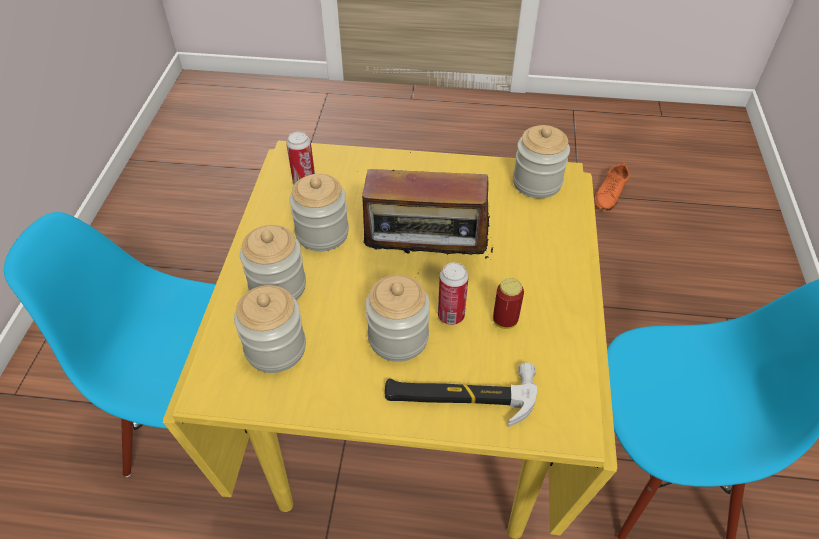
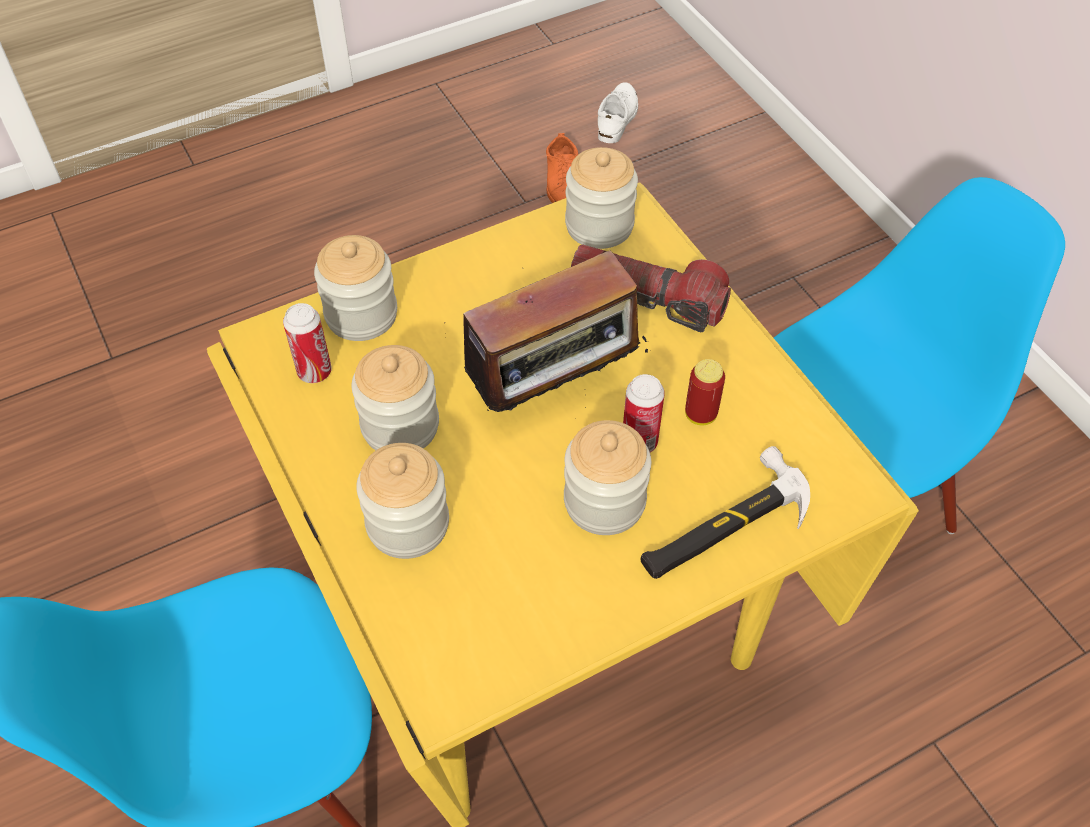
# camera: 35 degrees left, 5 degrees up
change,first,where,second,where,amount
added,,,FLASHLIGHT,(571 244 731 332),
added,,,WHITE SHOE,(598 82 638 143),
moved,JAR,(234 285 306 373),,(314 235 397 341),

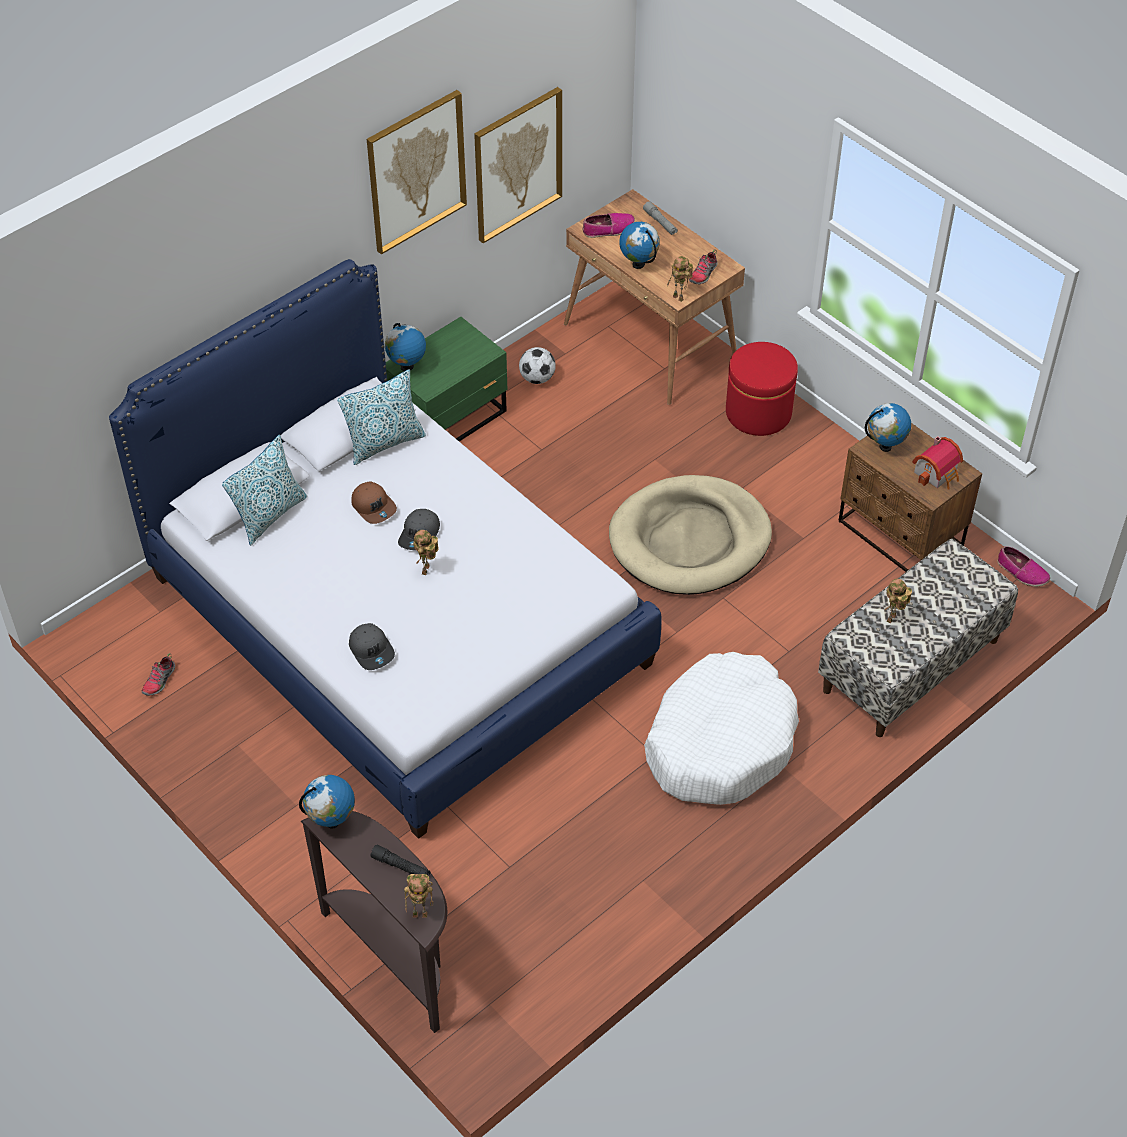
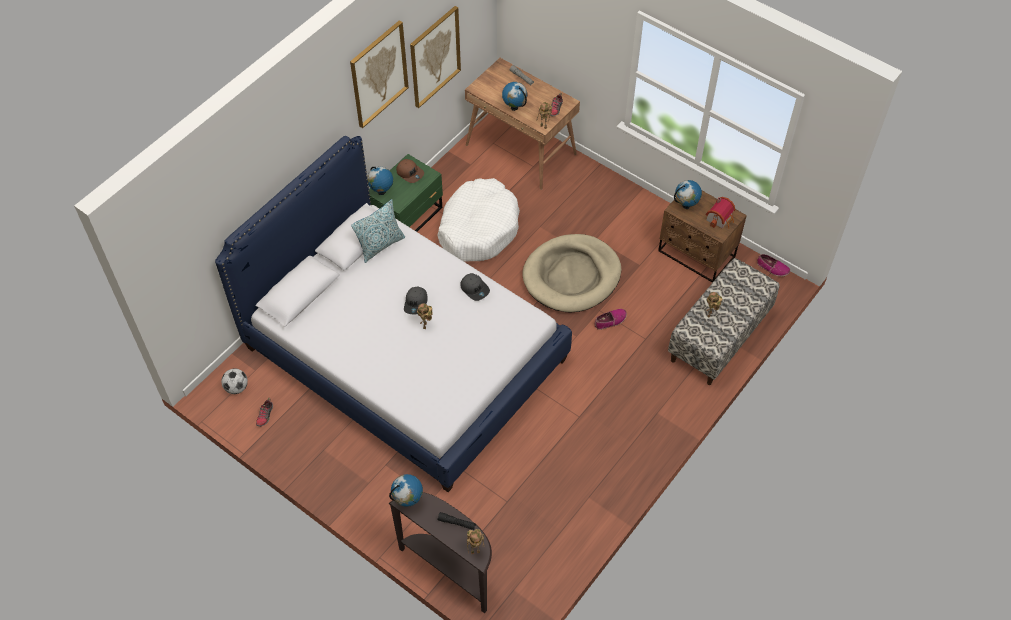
# camera: 10 degrees left, 5 degrees up
change,first,where,second,where,amount
removed,PILLOW,(222 435 307 546),,,
removed,RED OTTOMAN,(726 342 798 436),,,
moved,GREY CAP,(349 623 395 670),,(461 273 490 301),
moved,BROWN CAP,(351 481 397 524),,(396 159 424 183),
moved,FOOTBALL,(519 347 556 384),,(221 369 248 394),
moved,SHOE,(582 213 635 238),,(594 309 627 330),
moved,WHITE DOG BED,(644 652 799 805),,(437 178 520 262),

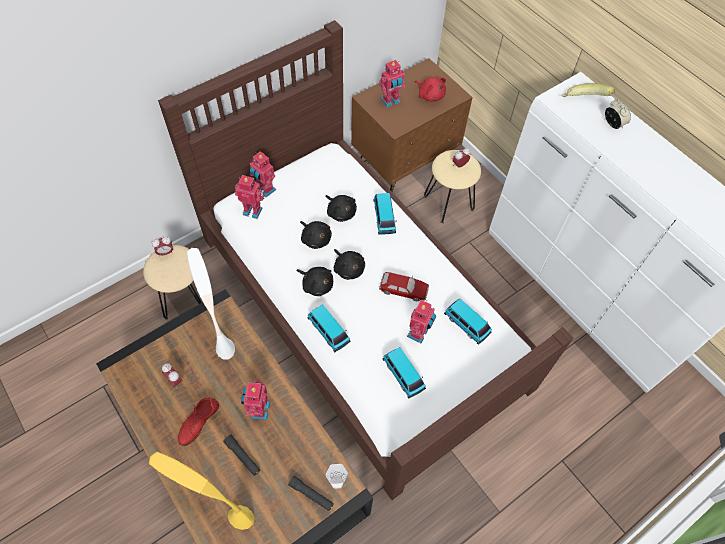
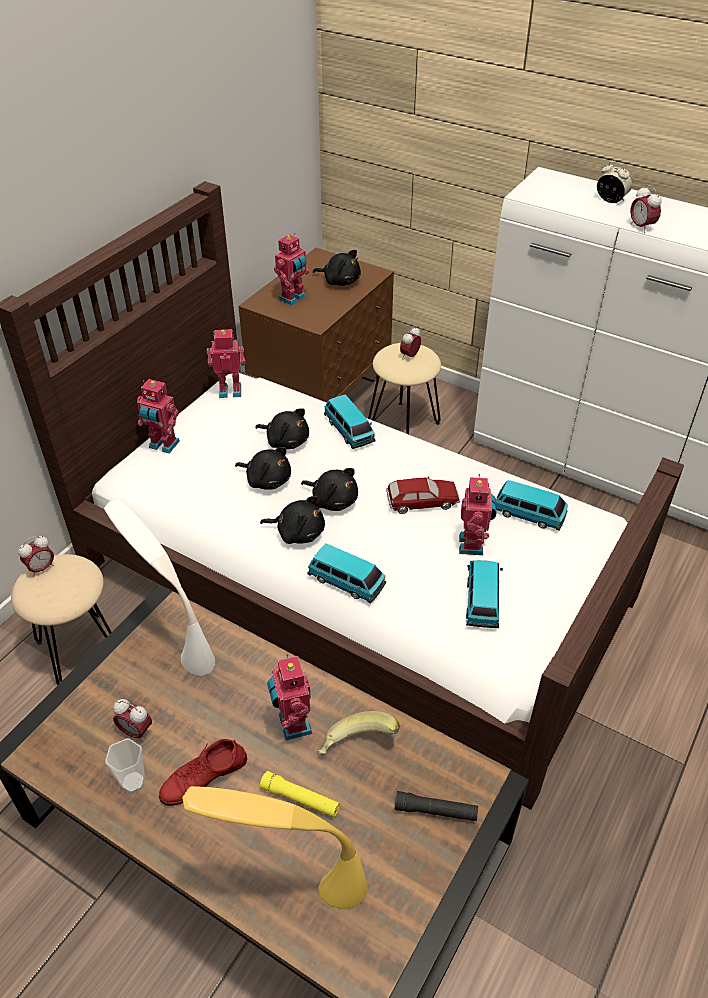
# camera: 20 degrees left, 15 degrees down
change,first,where,second,where,amount
added,,,ALARM CLOCK,(630 185 662 233),
moved,TOY ROBOT,(235 175 265 219),,(207 329 245 398),
moved,CUP,(326 464 348 489),,(105 738 145 793),
moved,BANANA,(562 83 615 97),,(318 711 400 754),
recoloured,BLACK FLASHLIGHT,(223 435 260 476),YELLOW FLASHLIGHT,(260 771 340 817),
recoloured,RED PLUSH TOY,(415 77 446 102),BLACK PLUSH TOY,(313 250 361 286),
turned,RED SHOE,(178 398 219 446),,(159 739 247 806),45 degrees clockwise
turned,TOY CAR,(382 347 426 399),,(466 560 503 628),120 degrees counterclockwise

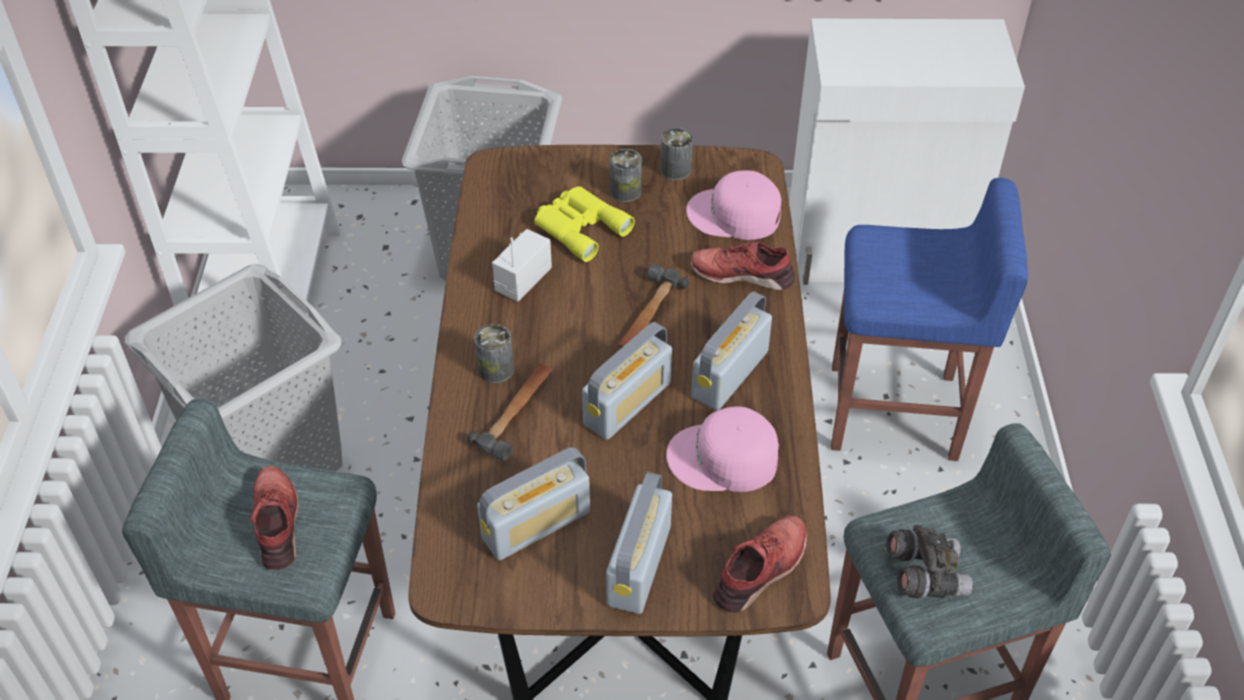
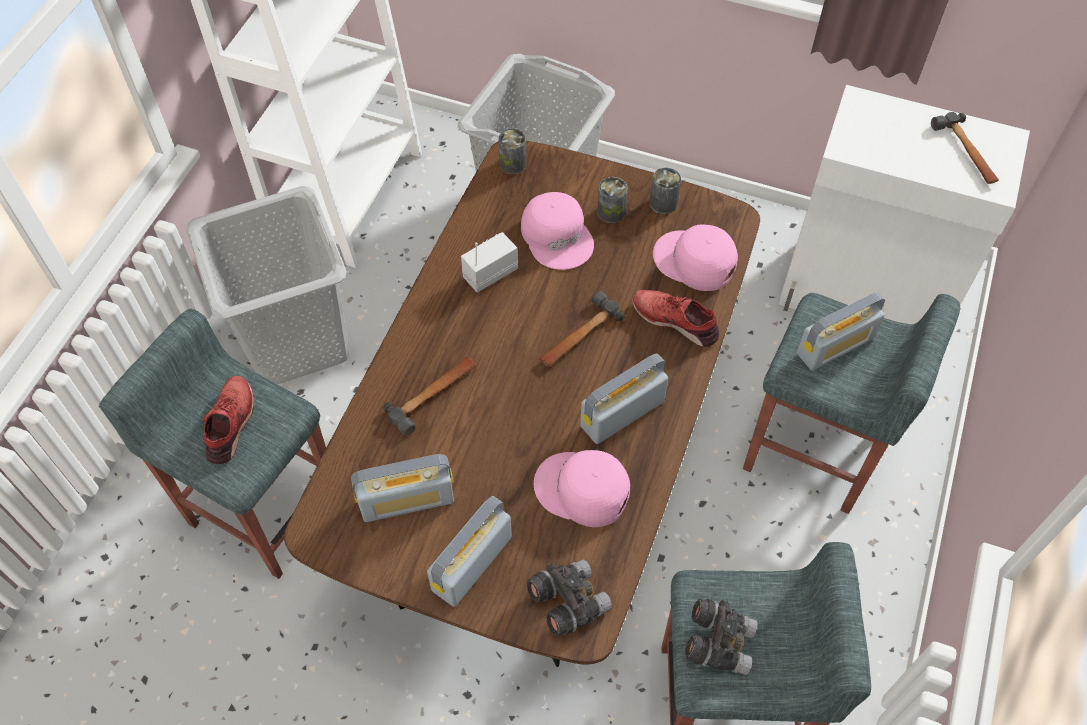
# camera: 20 degrees right, 10 degrees up
change,first,where,second,where,amount
added,,,HAMMER,(931 112 999 184),
moved,CAN,(474 324 514 383),,(498 128 527 174),
moved,RADIO,(582 322 672 440),,(797 292 885 370),
replaced,YELLOW BINOCULARS,(535 186 635 262),PINK CAP,(521 192 594 270),
replaced,RED SHOE,(713 515 807 614),GREY BINOCULARS,(527 559 612 636),
recoloured,BLUE STOOL,(831 178 1028 461),GREY STOOL,(743 293 960 514),

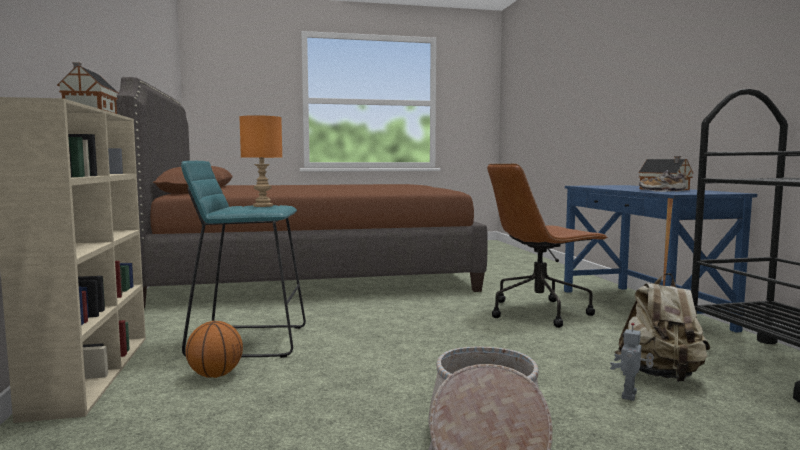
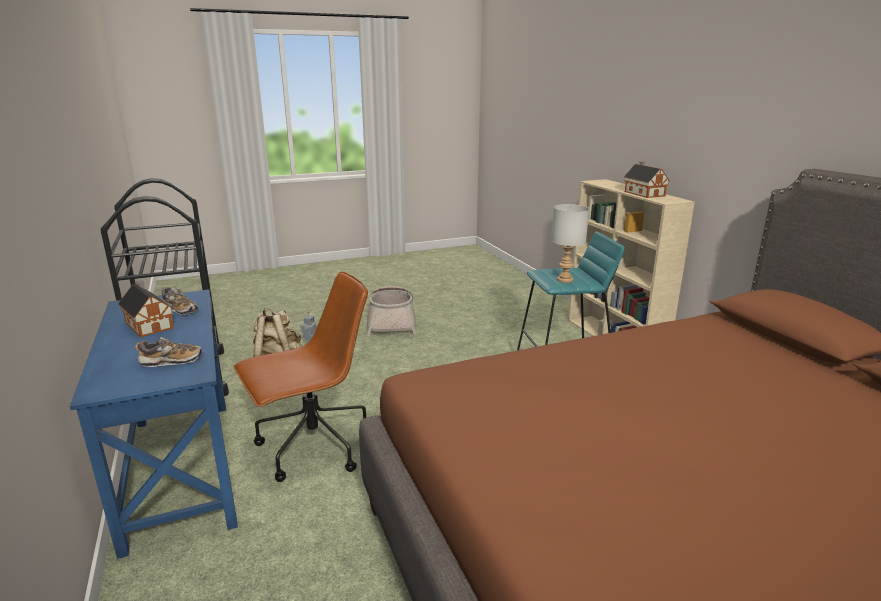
# camera: 170 degrees right, 15 degrees up
change,first,where,second,where,amount
removed,BASKETBALL,(185 321 243 378),,,
added,,,SHOE,(135 337 202 367),
recoloured,ORANGE TABLE LAMP,(240 115 282 207),GREY TABLE LAMP,(551 204 589 283),

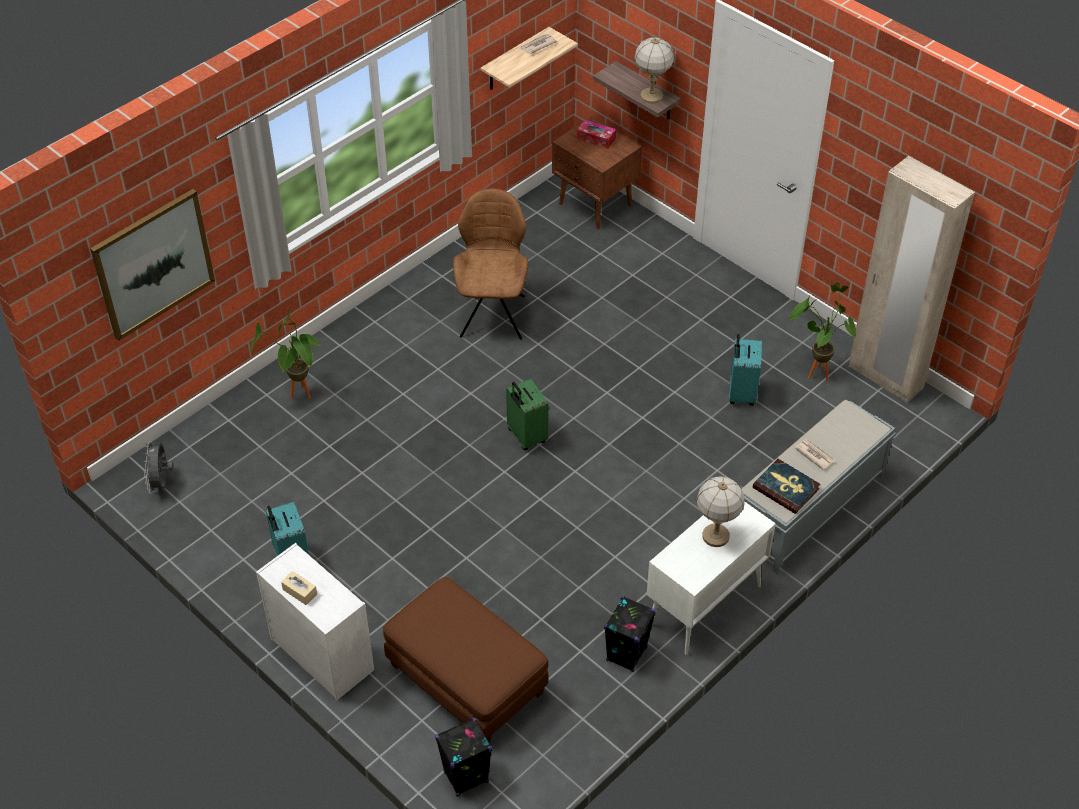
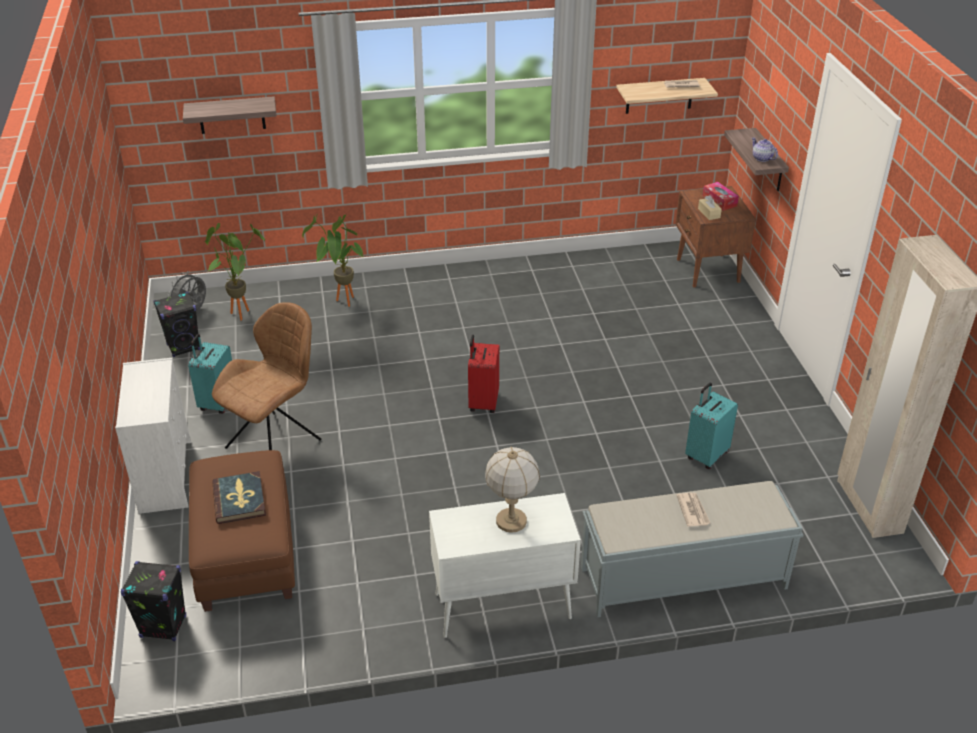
# camera: 35 degrees right, 10 degrees down
change,first,where,second,where,amount
moved,BEIGE TISSUE BOX,(281 571 317 605),,(698 195 722 220),
moved,BROWN CHAIR,(453 188 528 340),,(212 302 322 450),
moved,BLACK SPEAKER,(604 596 656 672),,(153 292 200 357),
moved,BOOK,(753 459 820 514),,(212 471 266 524),
moved,POTTED PLANT,(789 282 856 381),,(205 223 265 320),
replaced,PICTURE,(90 189 215 341),SHELF,(183 96 277 134),
replaced,TABLE LAMP,(635 37 674 104),TEAPOT,(752 138 778 162),
recoloured,GREEN SUITCASE,(506 379 549 450),RED SUITCASE,(468 335 499 413),

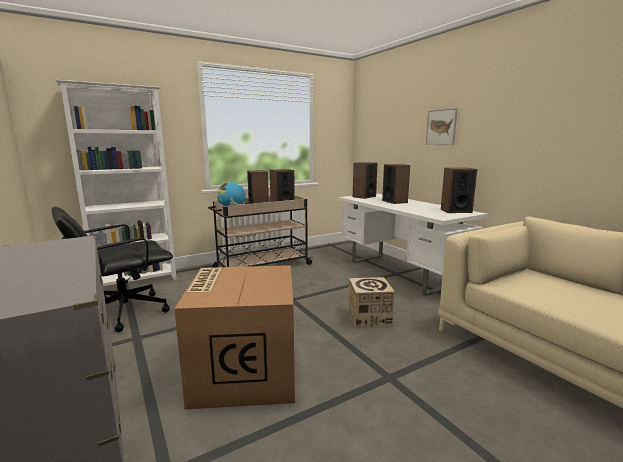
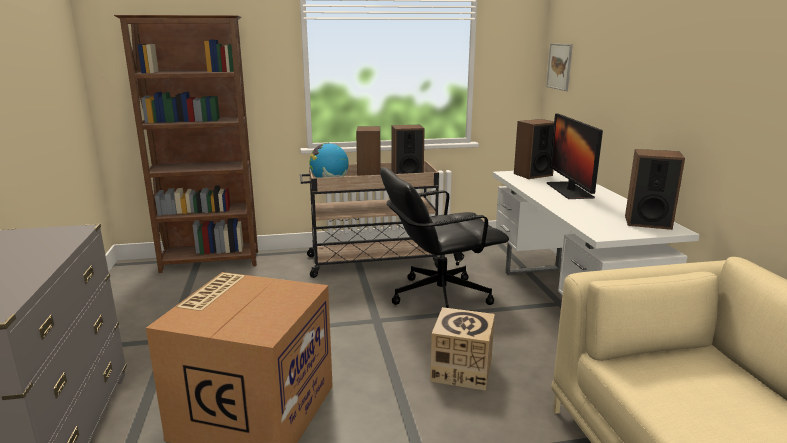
# camera: 20 degrees right, 5 degrees up
change,first,where,second,where,amount
moved,BLACK OFFICE CHAIR,(52 207 173 332),,(380 167 509 308),
moved,PICTURE,(426 108 458 145),,(546 43 573 91),
replaced,SPEAKER,(382 164 410 204),MONITOR,(547 114 603 199),
recoloured,WHITE BOOKCASE,(56 80 177 286),BROWN BOOKCASE,(114 15 258 273),

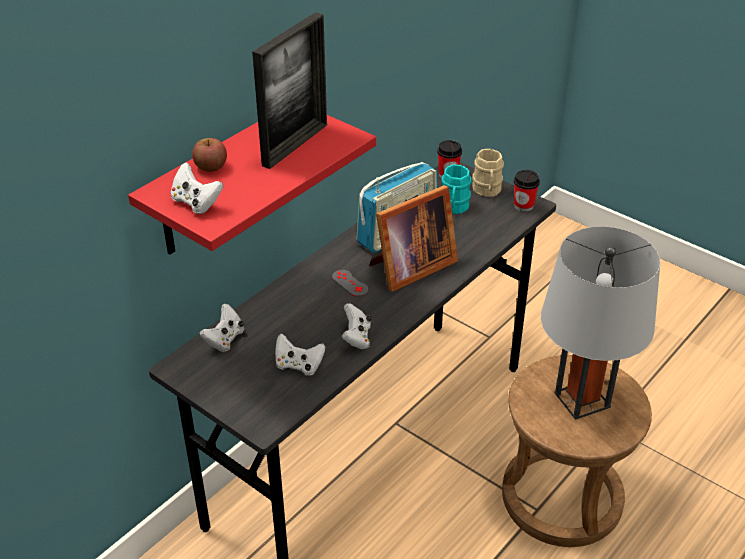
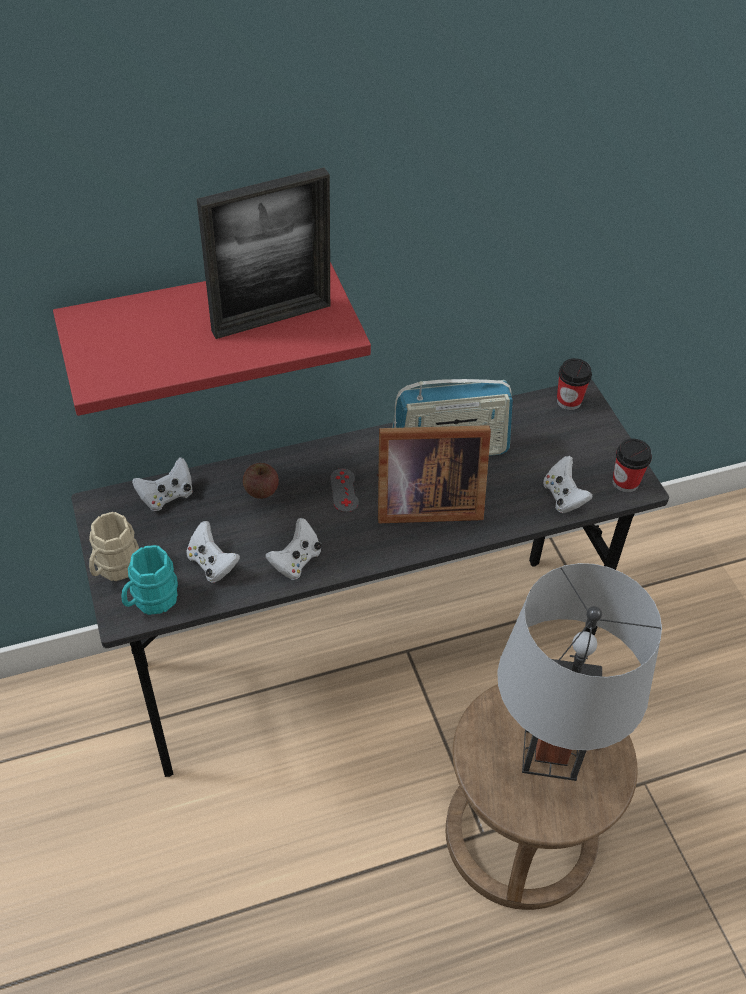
# camera: 30 degrees right, 10 degrees up
change,first,where,second,where,amount
moved,WHITE GAME CONTROLLER,(171 162 223 214),,(543 456 593 513),
moved,APPLE,(192 138 227 172),,(243 463 279 499),
moved,TURQUOISE MUG,(442 164 472 214),,(121 545 178 615),
moved,BEIGE MUG,(472 149 504 197),,(89 512 139 581),

